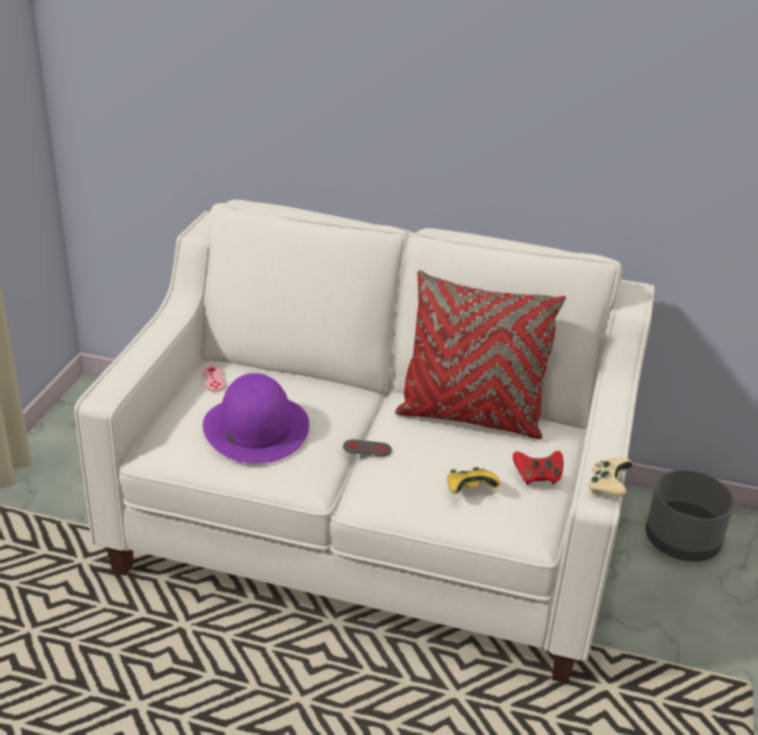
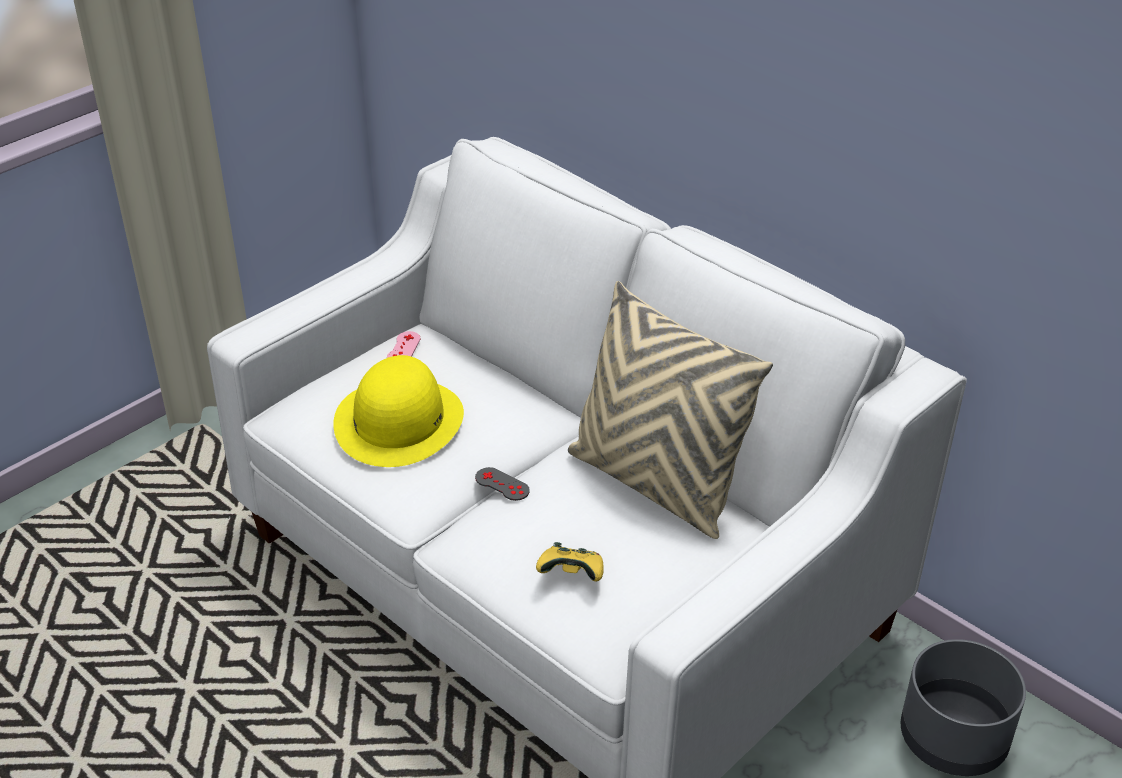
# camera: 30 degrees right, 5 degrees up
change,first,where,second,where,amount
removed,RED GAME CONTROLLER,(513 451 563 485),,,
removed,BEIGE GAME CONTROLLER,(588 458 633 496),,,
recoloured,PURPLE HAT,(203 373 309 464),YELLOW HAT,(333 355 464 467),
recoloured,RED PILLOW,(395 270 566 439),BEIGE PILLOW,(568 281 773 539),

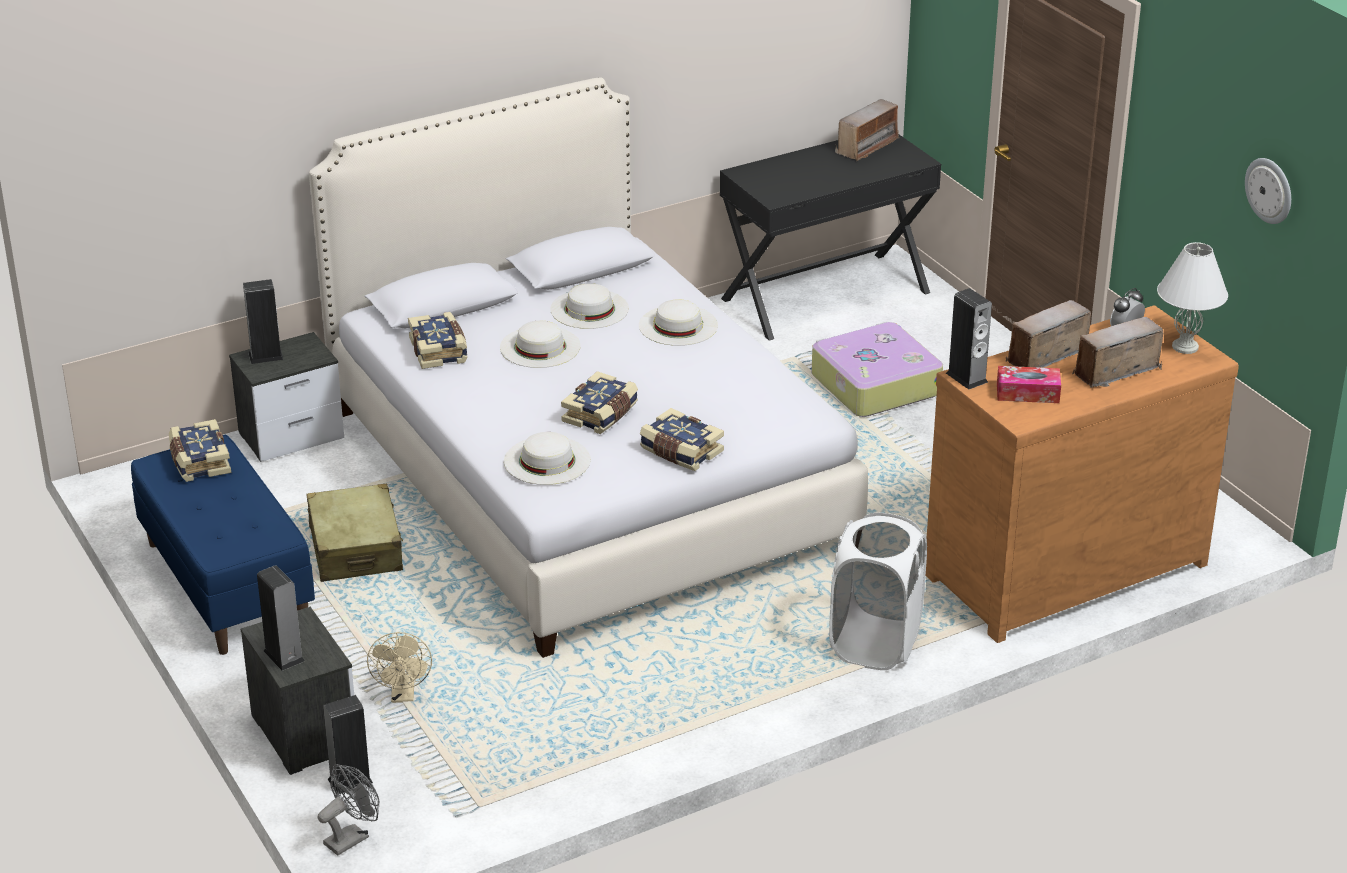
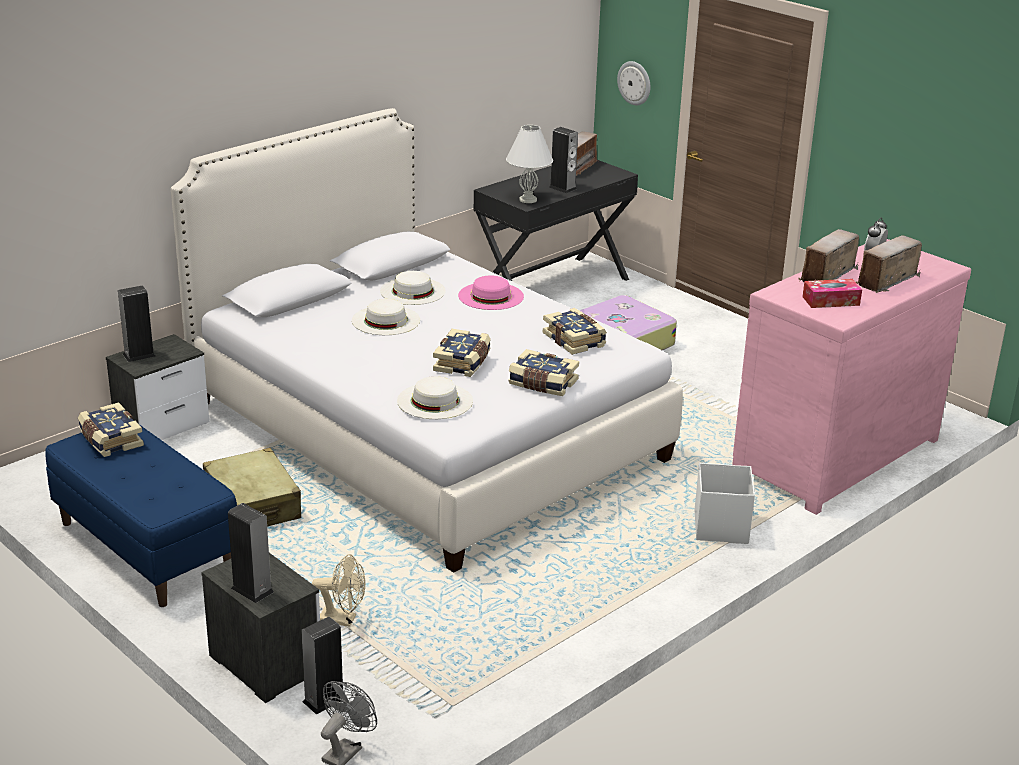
# camera: 15 degrees left, 5 degrees down
change,first,where,second,where,amount
moved,BOOK,(408 312 468 369),,(543 308 607 355),
moved,SPEAKER,(946 288 992 389),,(549 127 578 193),
moved,WHITE TABLE LAMP,(1157 242 1228 354),,(506 125 553 203),
moved,WALL CLOCK,(1245 158 1291 224),,(617 61 650 105),
replaced,WHITE LAUNDRY BASKET,(829 513 927 670),WHITE STORAGE BOX,(695 463 755 544),
recoloured,WHITE HAT,(639 299 718 346),PINK HAT,(458 276 524 310),
recoloured,BROWN DRESSER,(926 305 1239 643),PINK DRESSER,(732 239 971 515),
turned,BEIGE FAN,(367 632 432 703),,(312 554 365 626),60 degrees counterclockwise

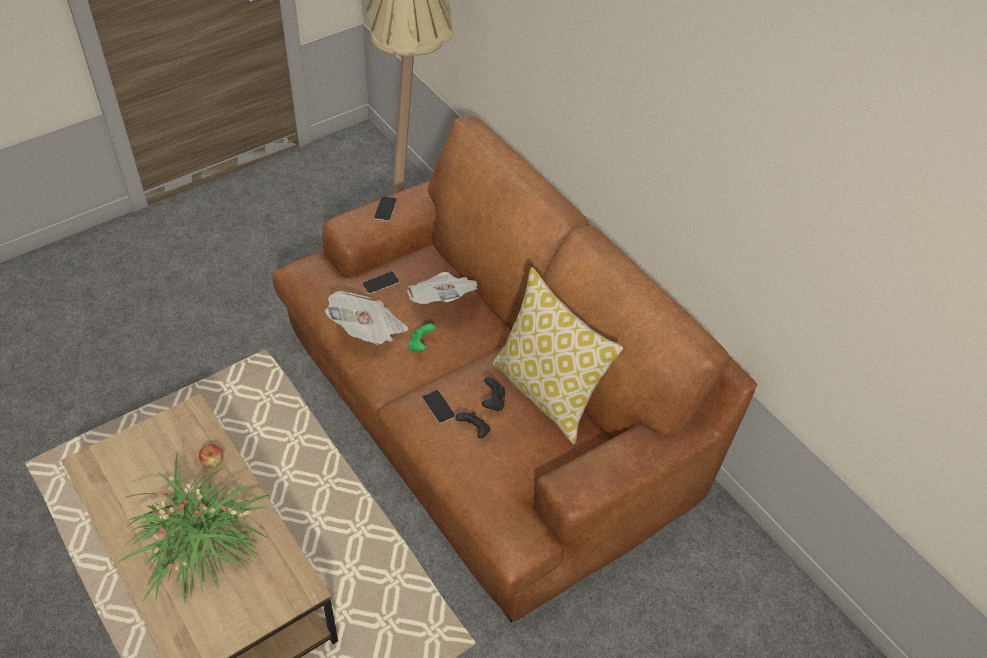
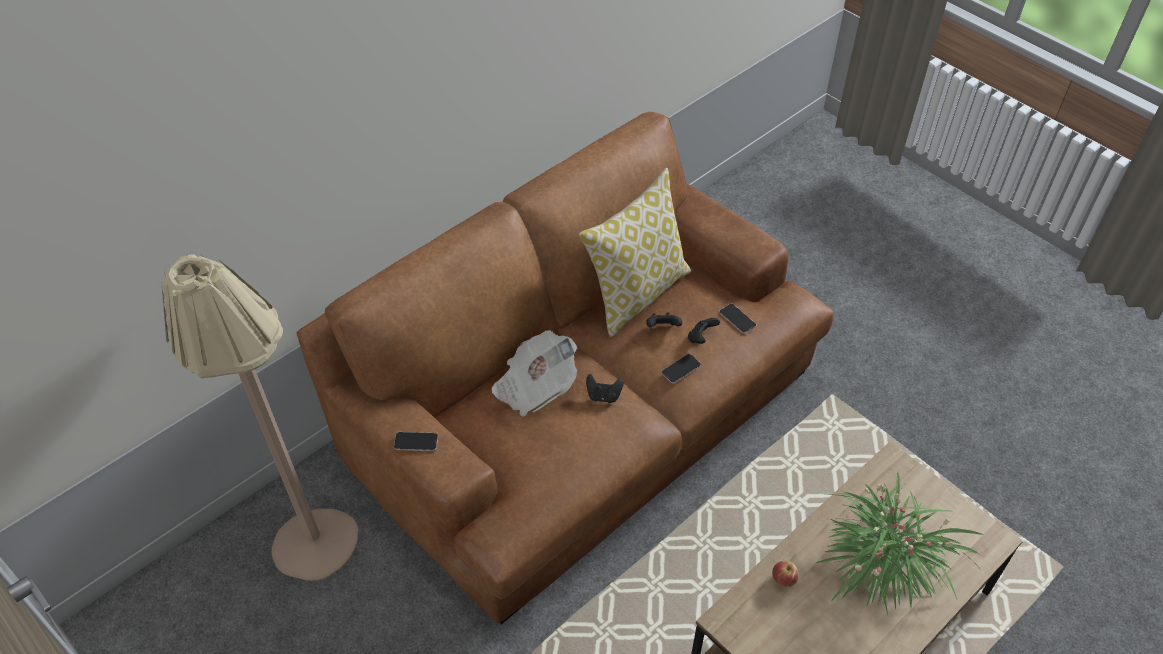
# camera: 95 degrees left, 0 degrees up
change,first,where,second,where,amount
removed,NEWSPAPER,(324 291 408 345),,,
moved,PHONE,(362 272 399 294),,(719 304 756 334),
recoloured,GREEN GAME CONTROLLER,(408 323 435 352),BLACK GAME CONTROLLER,(586 374 624 403),

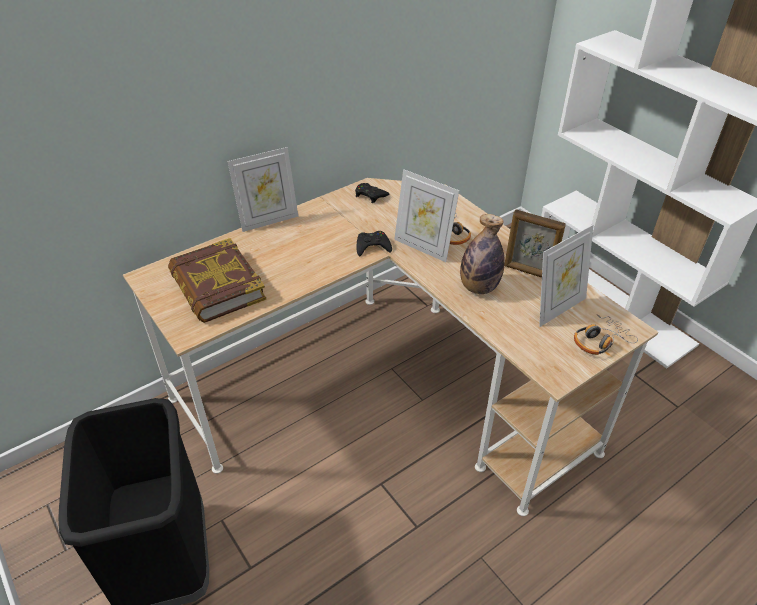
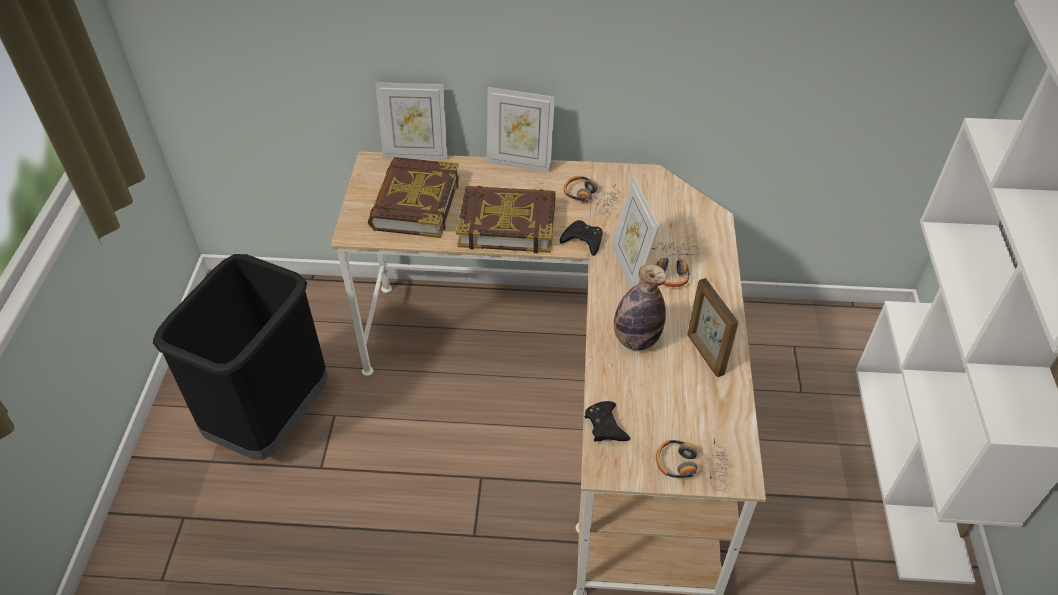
# camera: 40 degrees right, 5 degrees up
change,first,where,second,where,amount
added,,,BOOK,(456 186 555 253),
added,,,HEADPHONES,(564 176 620 214),
moved,BLACK GAME CONTROLLER,(355 183 389 203),,(585 401 630 442),
moved,PICTURE FRAME,(539 225 593 327),,(375 82 448 160),

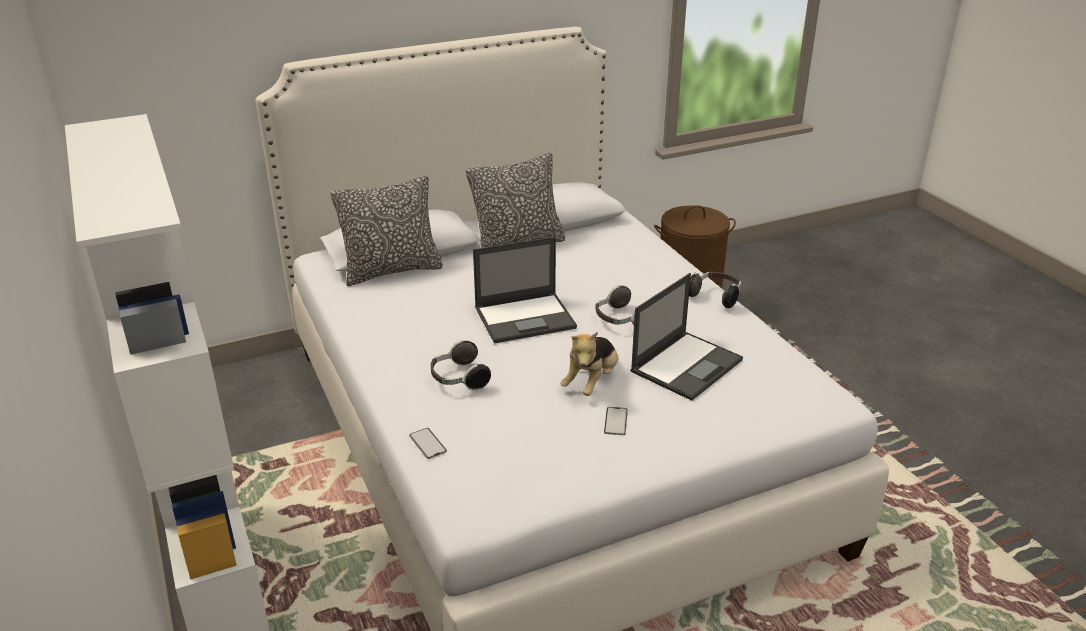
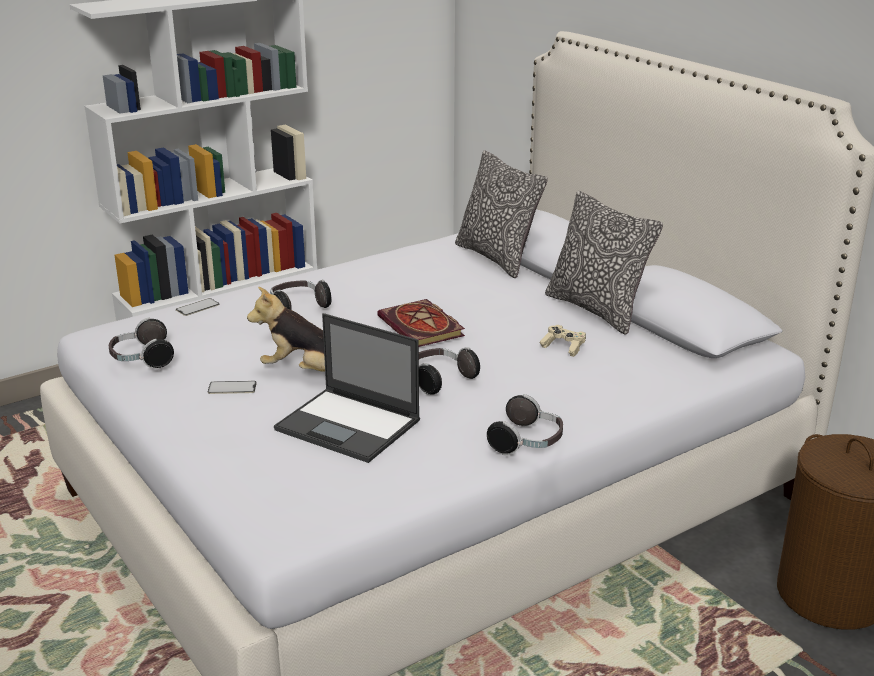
# camera: 80 degrees right, 5 degrees down
change,first,where,second,where,amount
added,,,HEADPHONES,(109 317 174 369),
added,,,BEIGE GAME CONTROLLER,(540 325 586 357),
replaced,LAPTOP,(473 237 577 344),BOOK,(377 299 465 347),

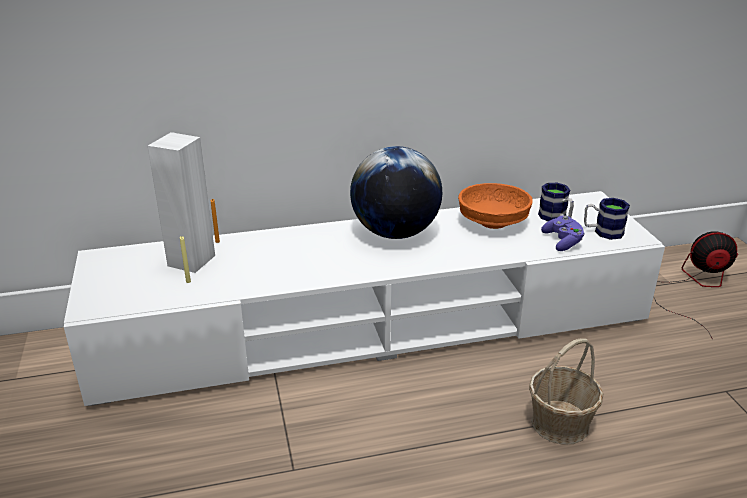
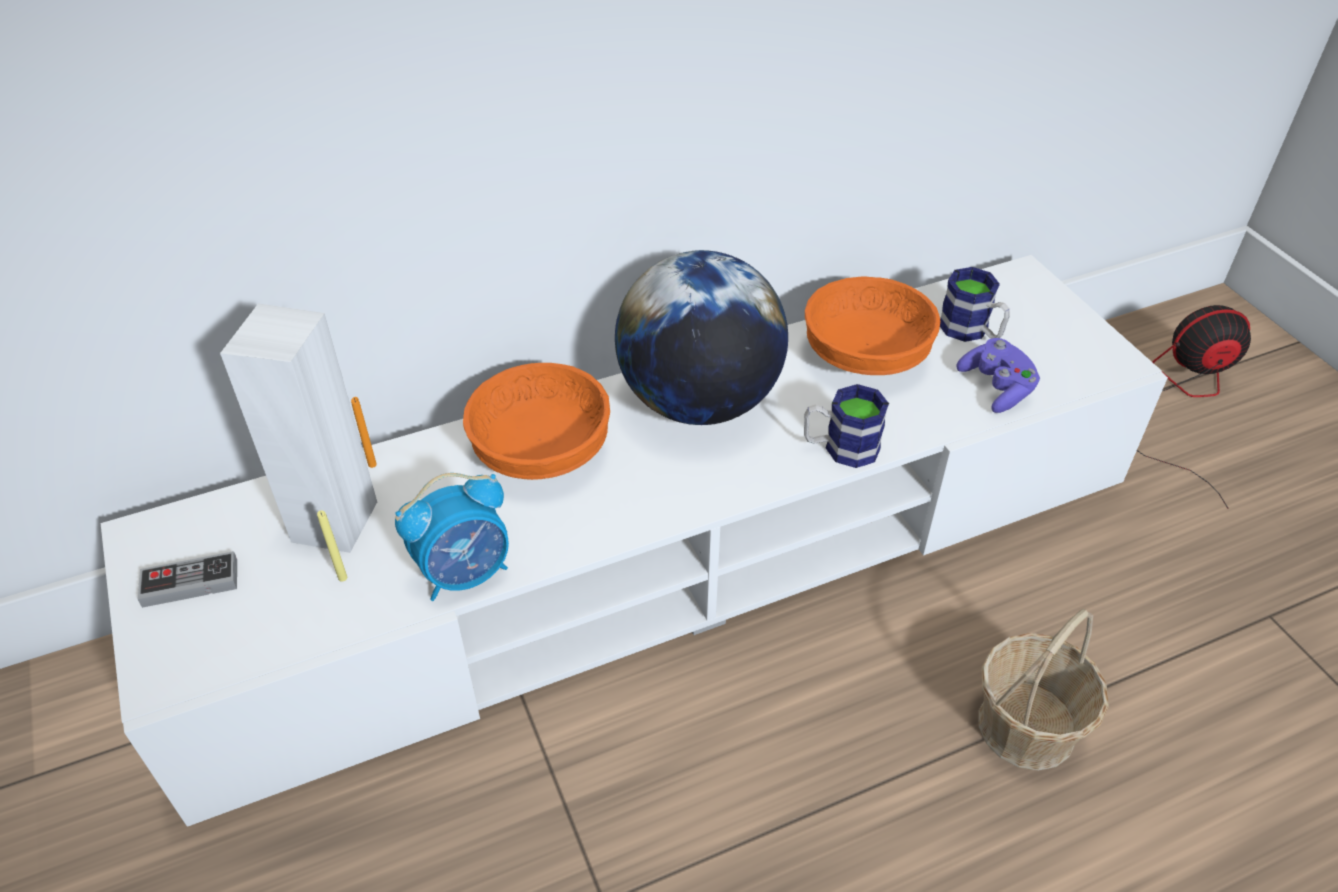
# camera: 10 degrees left, 15 degrees up
change,first,where,second,where,amount
added,,,GAME CONTROLLER,(137 551 237 608),
added,,,ALARM CLOCK,(395 473 509 601),
added,,,ORANGE BOWL,(463 363 610 480),
moved,MUG,(584 198 630 240),,(804 384 889 468),

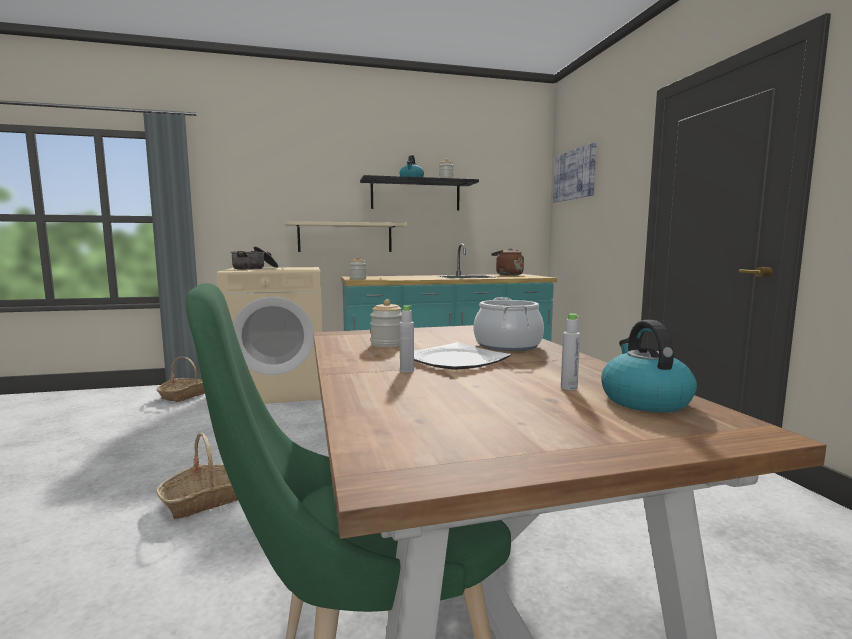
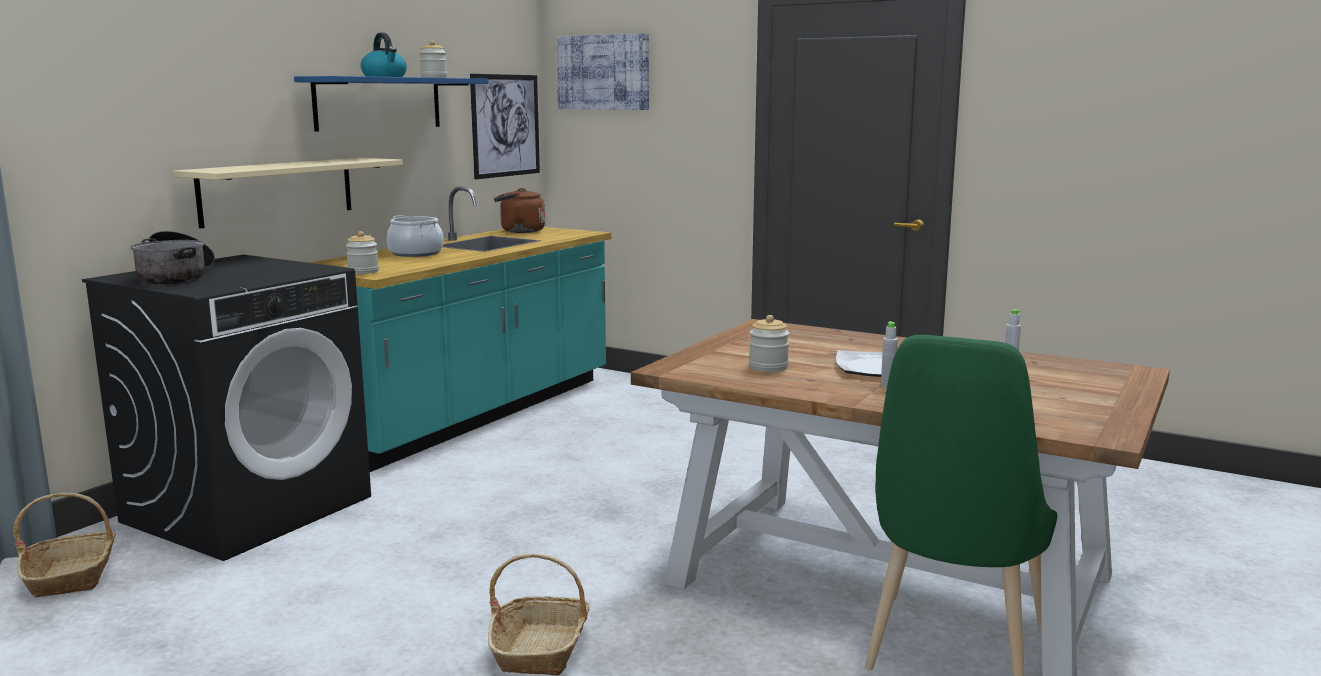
# camera: 45 degrees left, 5 degrees up
change,first,where,second,where,amount
removed,KETTLE,(601 320 697 412),,,
added,,,PICTURE,(470 74 540 179),
moved,COOKING POT,(474 297 544 351),,(387 215 444 257),
recoloured,BEIGE WASHING MACHINE,(217 267 322 404),BLACK WASHING MACHINE,(82 255 371 561),
recoloured,BLACK SHELF,(360 175 479 210),BLUE SHELF,(294 76 489 132),

